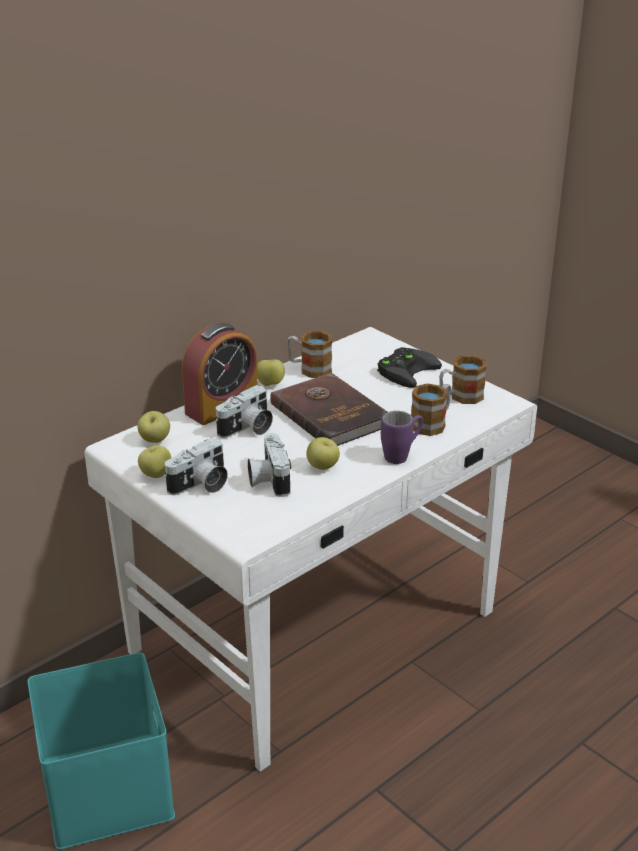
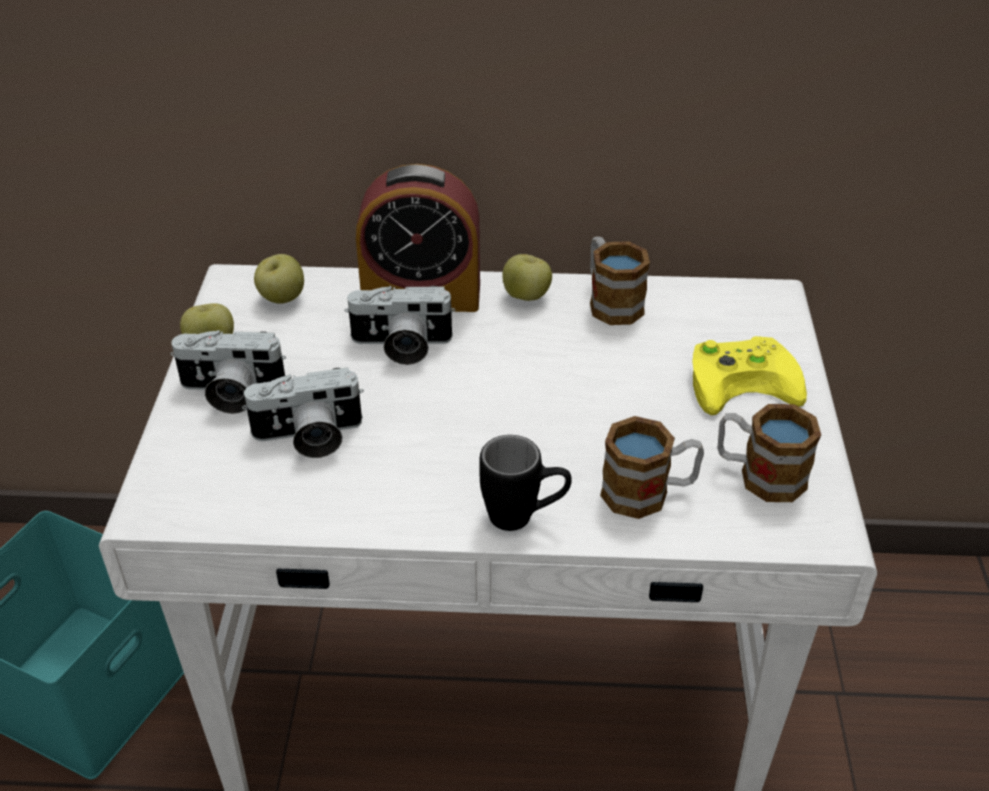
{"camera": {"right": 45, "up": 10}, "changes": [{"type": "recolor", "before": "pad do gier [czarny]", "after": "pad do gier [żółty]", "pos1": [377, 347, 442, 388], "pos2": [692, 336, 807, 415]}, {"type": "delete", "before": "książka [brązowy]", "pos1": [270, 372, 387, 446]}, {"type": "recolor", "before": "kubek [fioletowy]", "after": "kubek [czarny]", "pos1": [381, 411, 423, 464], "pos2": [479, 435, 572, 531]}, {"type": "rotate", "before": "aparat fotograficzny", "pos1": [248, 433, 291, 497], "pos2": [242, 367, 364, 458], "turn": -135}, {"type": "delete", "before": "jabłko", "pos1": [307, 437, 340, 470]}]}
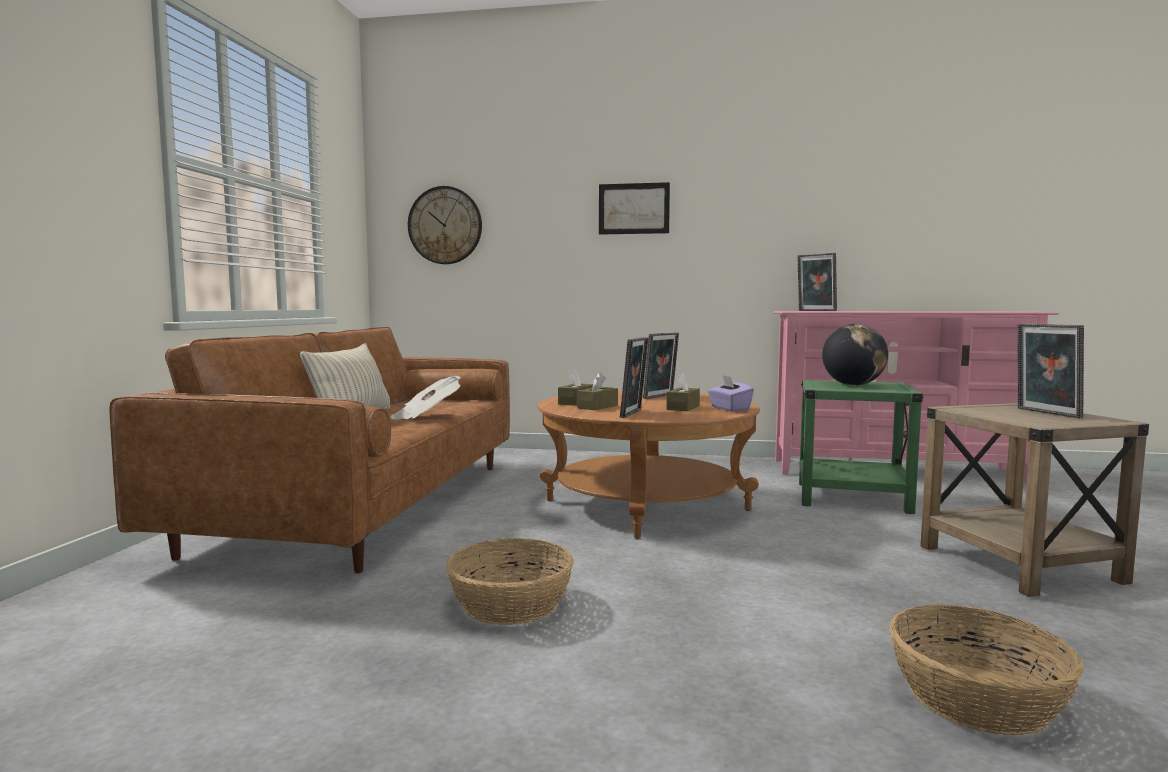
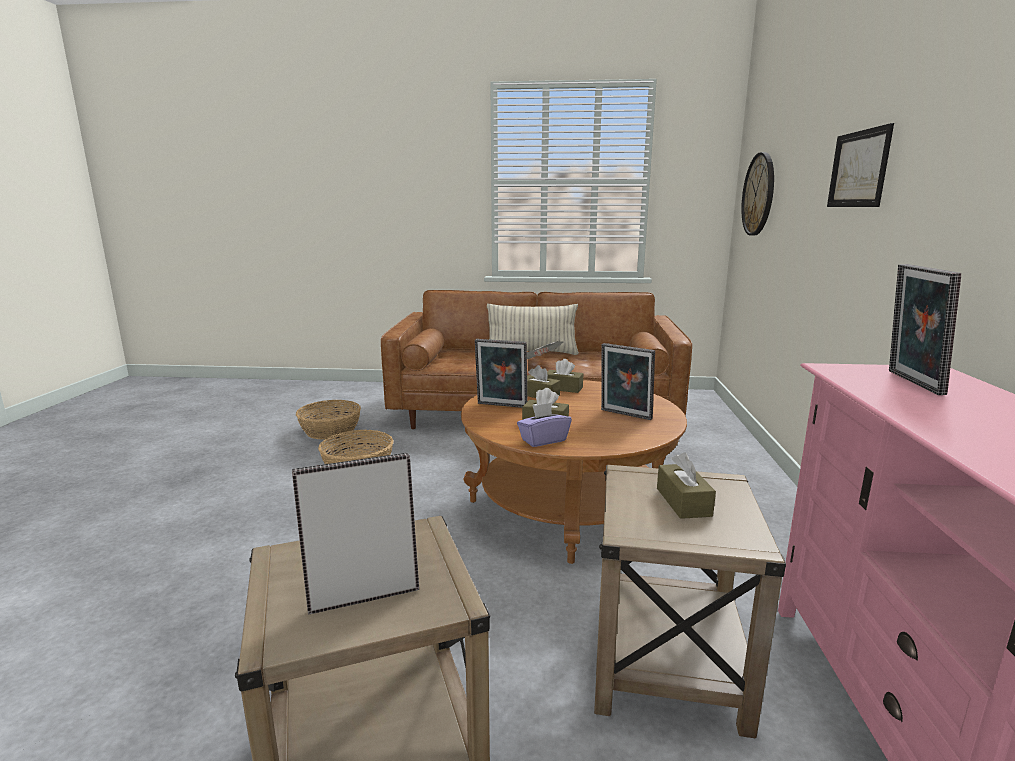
{"camera": {"right": 85, "up": 10}, "changes": [{"type": "rotate", "before": "ramka na zdjęcie", "pos1": [797, 253, 837, 311], "pos2": [889, 264, 961, 395], "turn": -45}, {"type": "replace", "before": "globus", "after": "pudełko chusteczek [brązowy]", "pos1": [822, 324, 888, 386], "pos2": [657, 452, 716, 519]}, {"type": "recolor", "before": "stolik [zielony]", "after": "stolik [beżowy]", "pos1": [799, 380, 923, 514], "pos2": [594, 465, 786, 738]}, {"type": "move", "before": "koszyk", "pos1": [889, 604, 1084, 735], "pos2": [296, 400, 361, 440]}]}
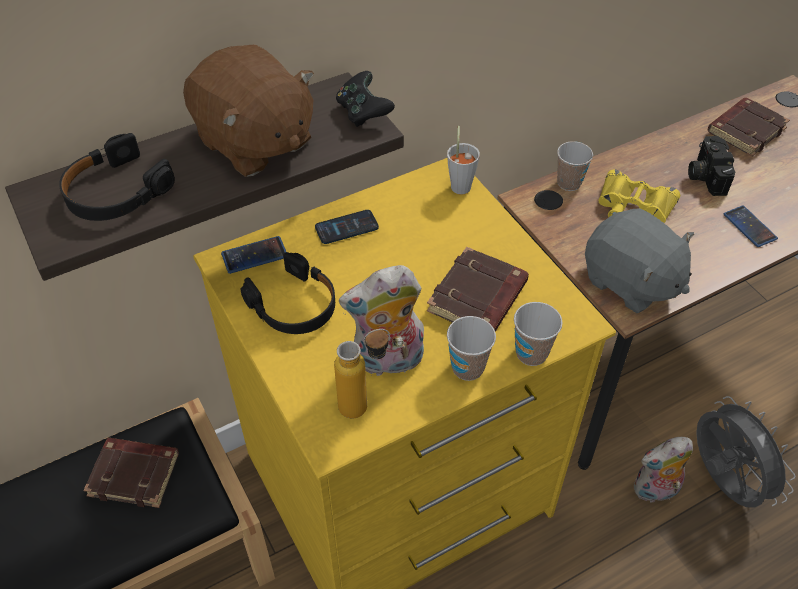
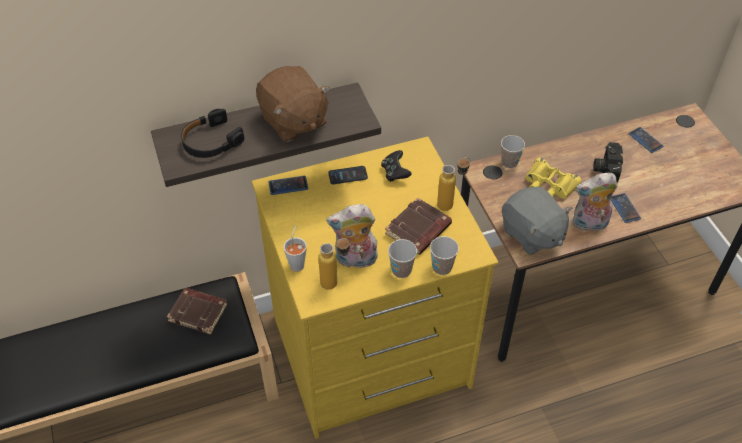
{"camera": {"right": 10, "up": 0}, "changes": [{"type": "move", "before": "pad do gier [czarny]", "pos1": [336, 71, 395, 127], "pos2": [381, 150, 412, 182]}, {"type": "replace", "before": "książka [brązowy]", "after": "telefon", "pos1": [707, 98, 790, 157], "pos2": [628, 127, 663, 153]}, {"type": "move", "before": "filiżanka [szary]", "pos1": [447, 126, 480, 194], "pos2": [284, 225, 307, 272]}, {"type": "delete", "before": "słuchawki [czarny]", "pos1": [241, 252, 335, 334]}, {"type": "delete", "before": "wentylator [szary]", "pos1": [696, 396, 795, 508]}, {"type": "move", "before": "pluszak", "pos1": [634, 437, 693, 503], "pos2": [573, 173, 618, 231]}, {"type": "insert", "after": "butelka", "pos2": [437, 158, 470, 211]}]}
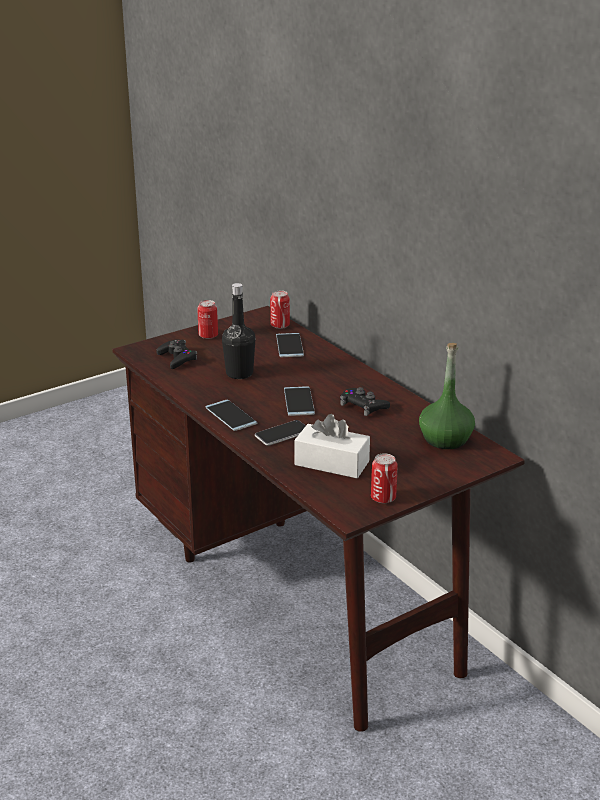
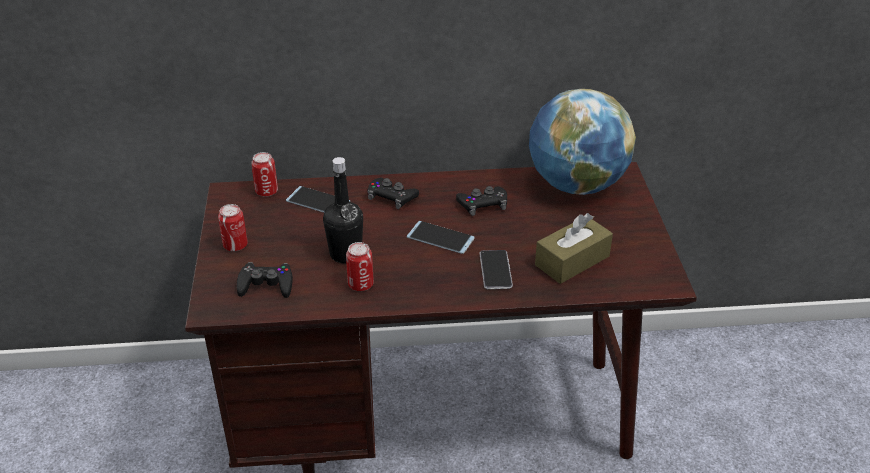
{"camera": {"right": -60, "up": 10}, "changes": [{"type": "replace", "before": "butelka [zielony]", "after": "globus", "pos1": [419, 343, 475, 449], "pos2": [529, 89, 636, 195]}, {"type": "delete", "before": "telefon", "pos1": [205, 400, 258, 431]}, {"type": "recolor", "before": "pudełko chusteczek [biały]", "after": "pudełko chusteczek [brązowy]", "pos1": [294, 414, 370, 478], "pos2": [535, 213, 613, 284]}, {"type": "move", "before": "puszka", "pos1": [371, 453, 397, 503], "pos2": [346, 242, 374, 291]}, {"type": "insert", "after": "pad do gier [czarny]", "pos2": [367, 178, 419, 209]}]}
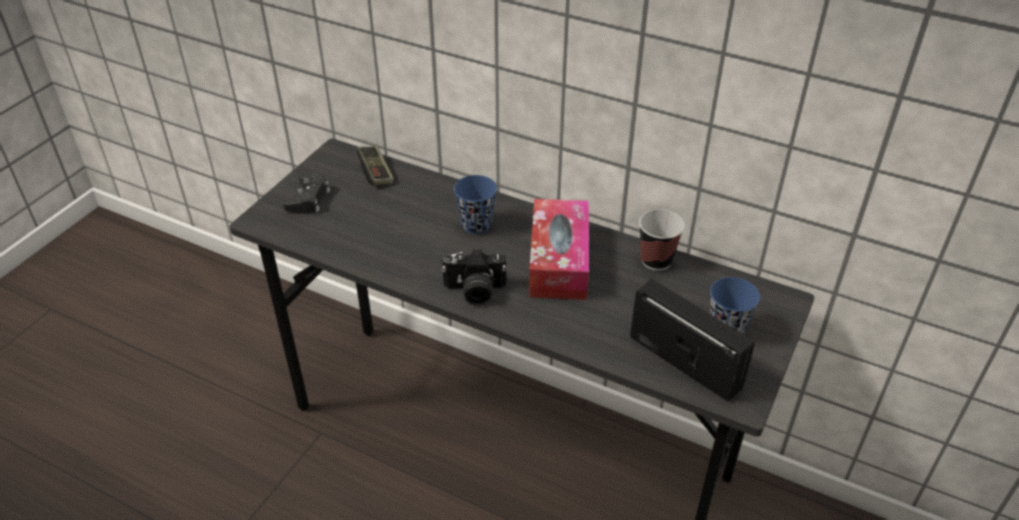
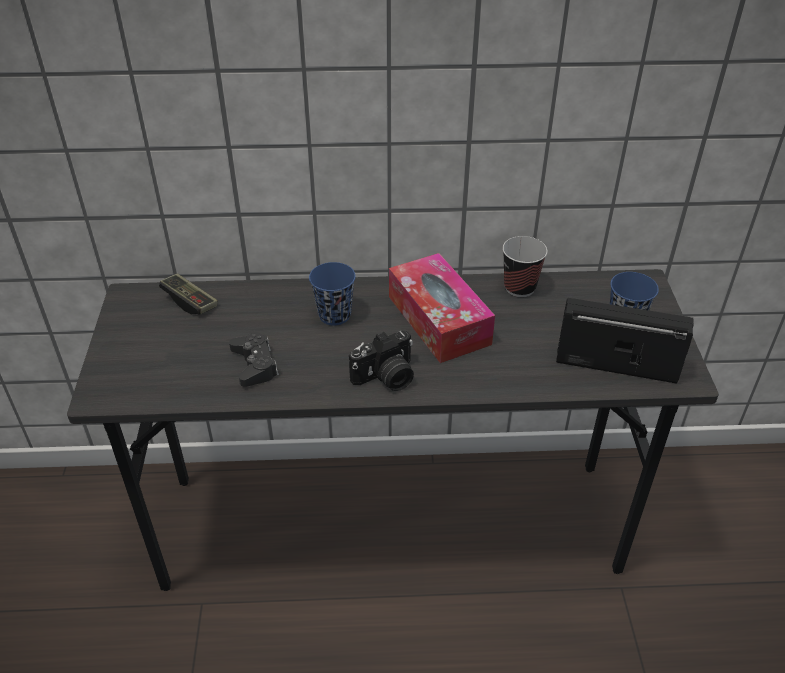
{"camera": {"right": -30, "up": 0}, "changes": [{"type": "move", "before": "pad do gier [czarny]", "pos1": [283, 173, 330, 214], "pos2": [229, 333, 279, 387]}]}
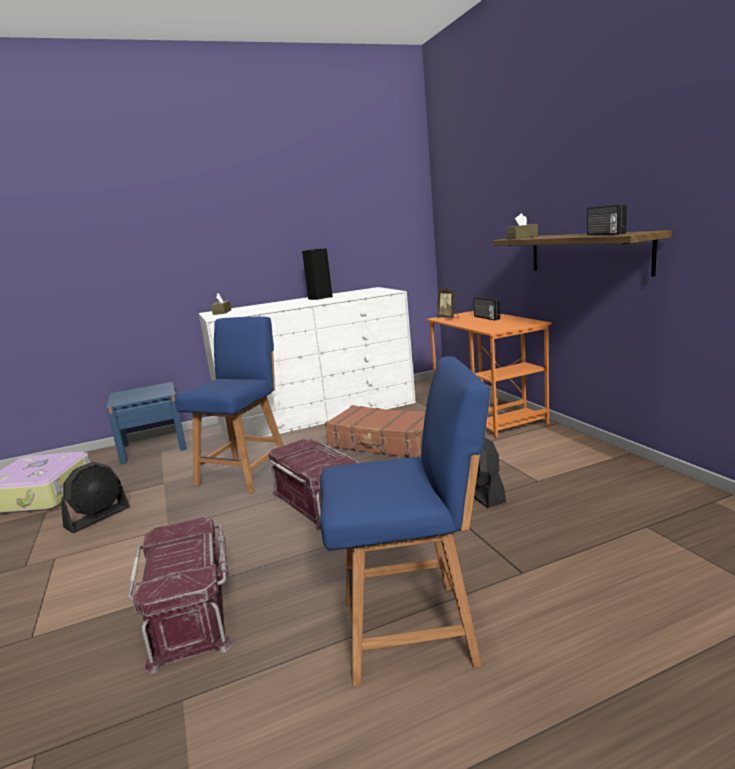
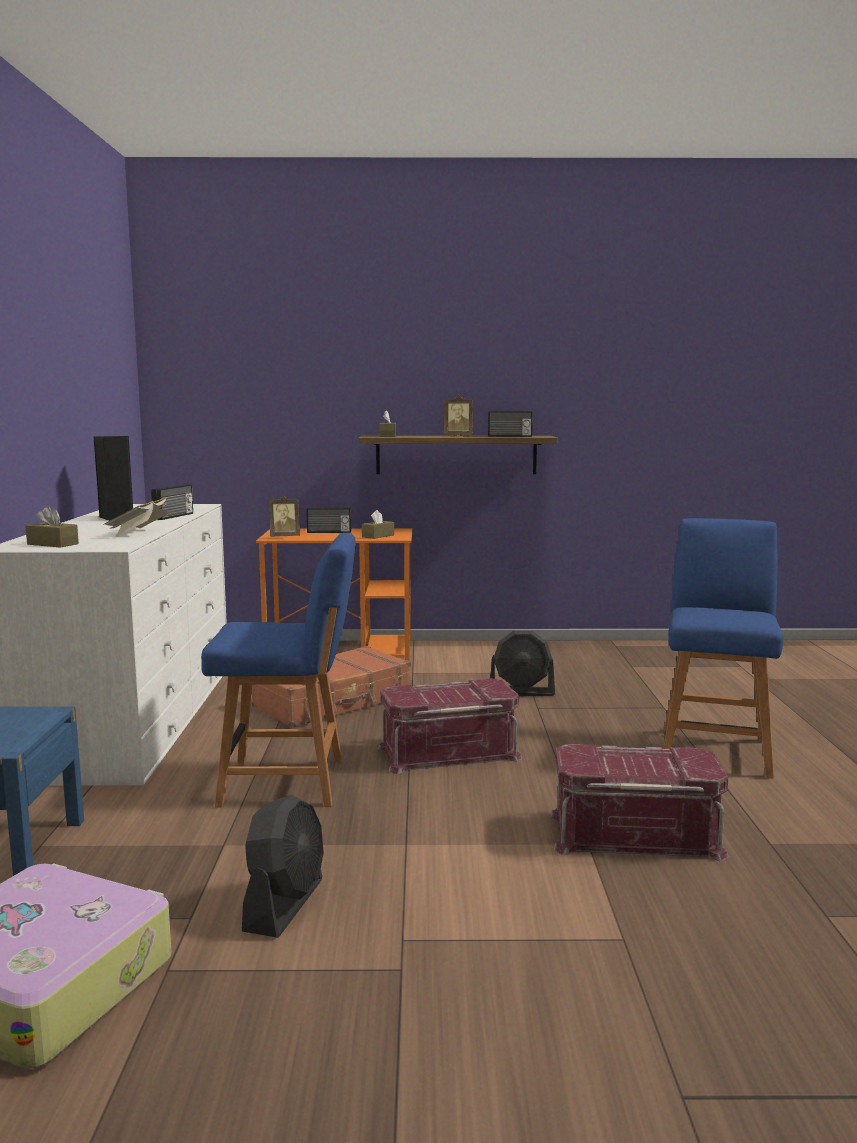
{"camera": {"right": -70, "up": -5}, "changes": [{"type": "rotate", "before": "krzesło [niebieski]", "pos1": [175, 317, 284, 493], "pos2": [201, 533, 356, 807], "turn": 135}, {"type": "rotate", "before": "wentylator [czarny]", "pos1": [62, 462, 130, 533], "pos2": [242, 795, 324, 938], "turn": 45}, {"type": "insert", "after": "ramka na zdjęcie", "pos2": [444, 395, 473, 436]}, {"type": "insert", "after": "radio", "pos2": [151, 484, 193, 520]}, {"type": "insert", "after": "książka", "pos2": [105, 498, 171, 537]}, {"type": "insert", "after": "pudełko chusteczek [brązowy]", "pos2": [362, 510, 394, 539]}]}
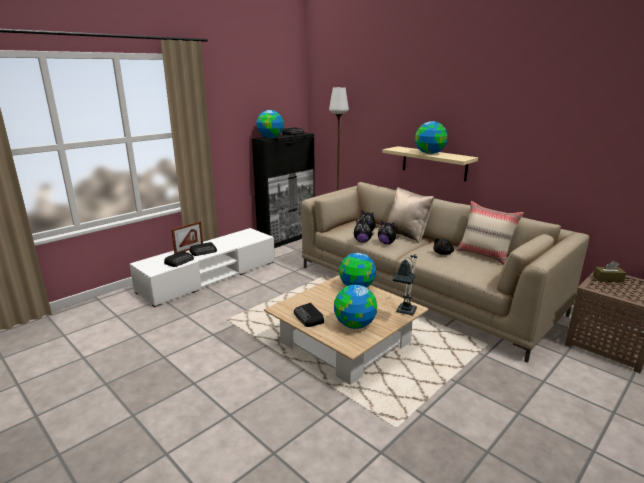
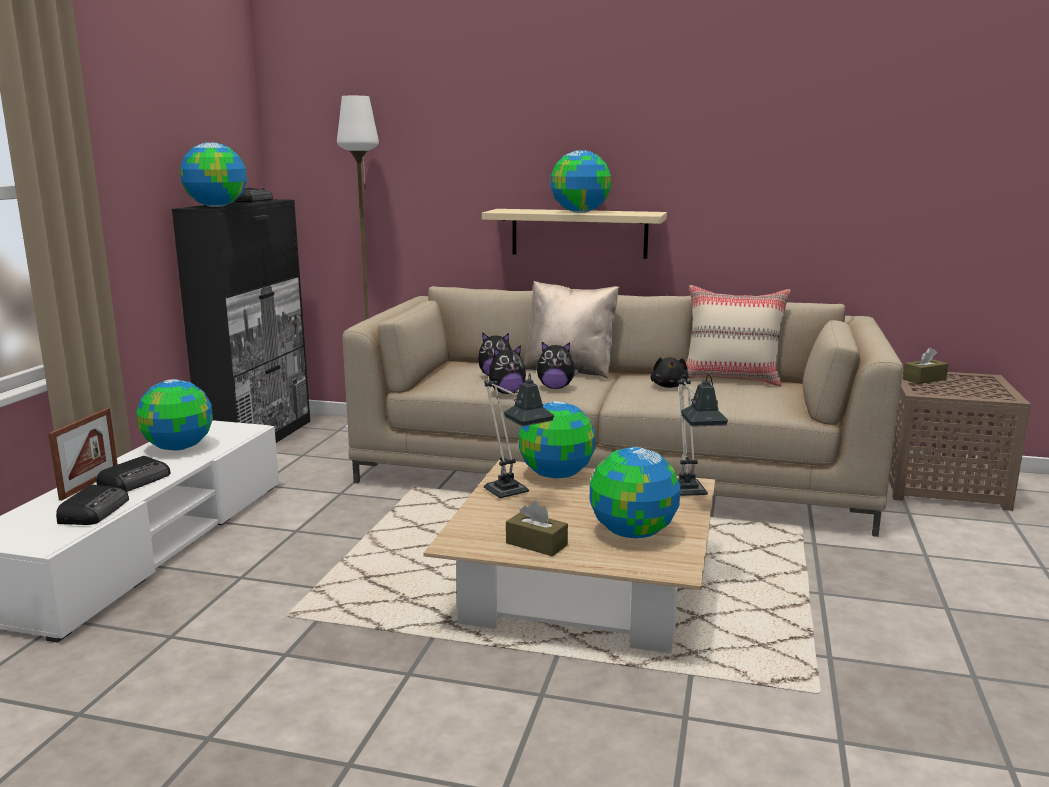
{"camera": {"right": -30, "up": -5}, "changes": [{"type": "replace", "before": "radio", "after": "pudełko chusteczek [brązowy]", "pos1": [294, 303, 324, 327], "pos2": [506, 501, 568, 556]}, {"type": "insert", "after": "lampa stołowa", "pos2": [484, 373, 554, 498]}, {"type": "insert", "after": "globus", "pos2": [136, 379, 213, 451]}]}
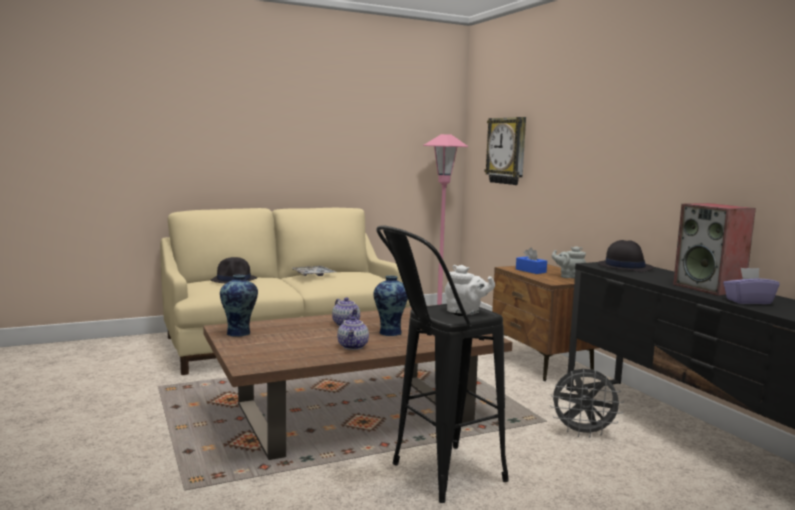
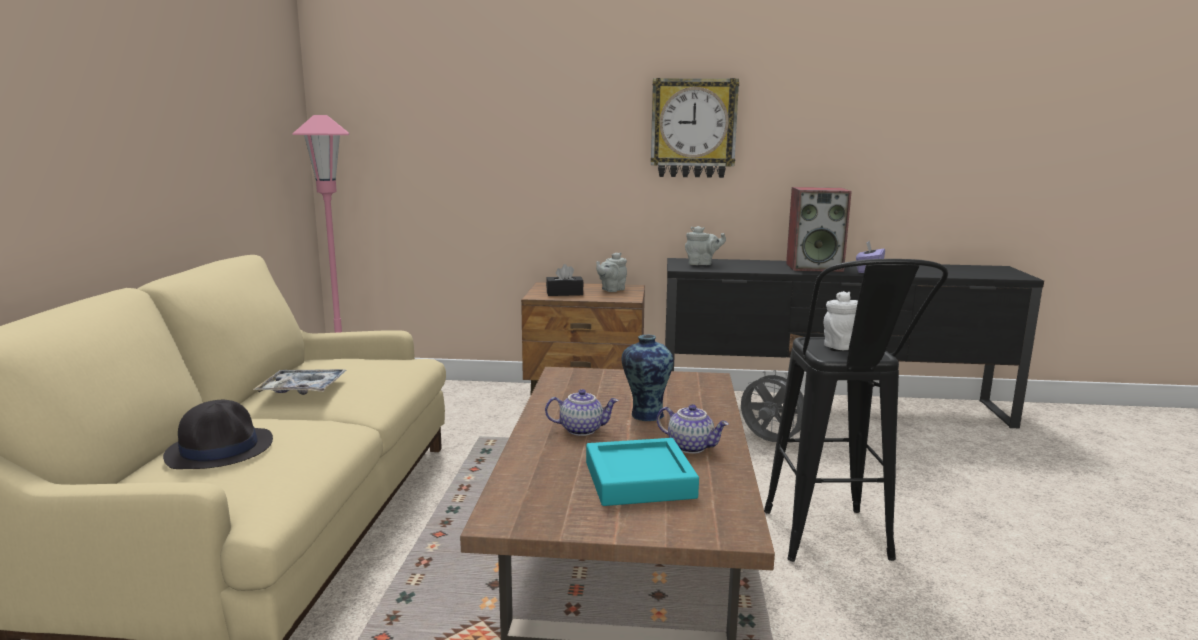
{"camera": {"right": -60, "up": 5}, "changes": [{"type": "move", "before": "zegar ścienny", "pos1": [484, 117, 526, 185], "pos2": [651, 78, 739, 178]}, {"type": "replace", "before": "kapelusz [czarny]", "after": "imbryk [szary]", "pos1": [598, 240, 654, 272], "pos2": [685, 226, 726, 265]}, {"type": "recolor", "before": "pudełko chusteczek [niebieski]", "after": "pudełko chusteczek [czarny]", "pos1": [516, 247, 547, 274], "pos2": [546, 264, 584, 296]}, {"type": "delete", "before": "wazon", "pos1": [220, 275, 258, 337]}, {"type": "rotate", "before": "wentylator [szary]", "pos1": [550, 369, 624, 438], "pos2": [741, 370, 804, 442], "turn": -90}, {"type": "insert", "after": "taca [turkusowy]", "pos2": [586, 438, 699, 506]}]}
